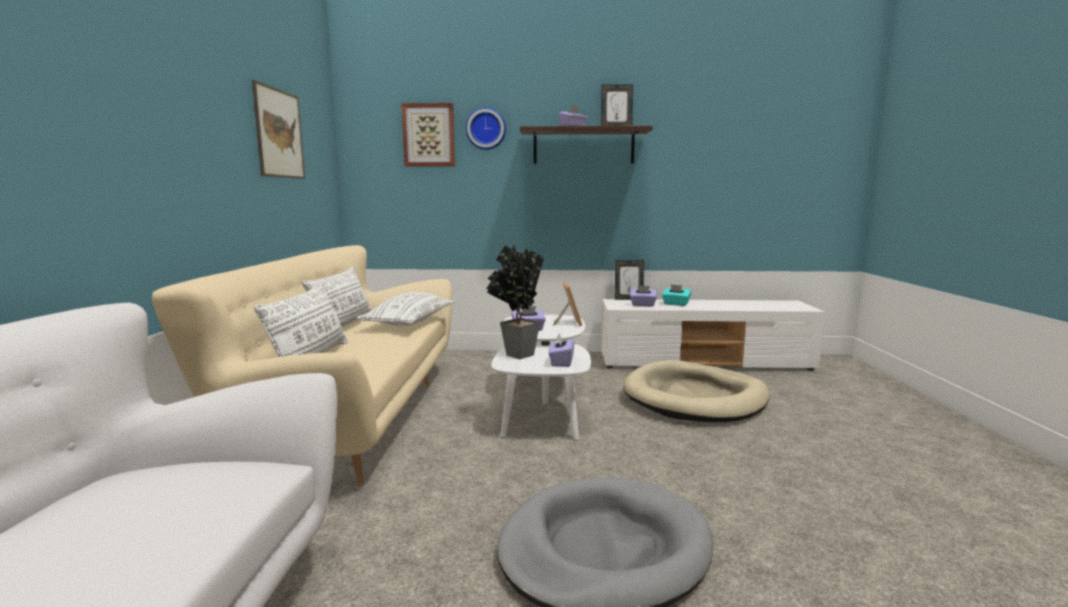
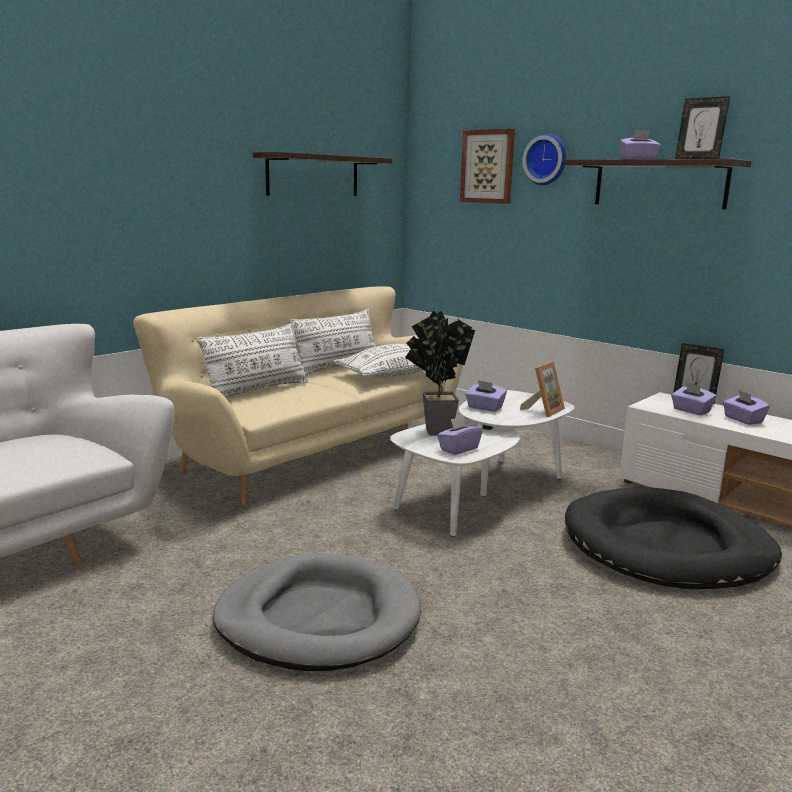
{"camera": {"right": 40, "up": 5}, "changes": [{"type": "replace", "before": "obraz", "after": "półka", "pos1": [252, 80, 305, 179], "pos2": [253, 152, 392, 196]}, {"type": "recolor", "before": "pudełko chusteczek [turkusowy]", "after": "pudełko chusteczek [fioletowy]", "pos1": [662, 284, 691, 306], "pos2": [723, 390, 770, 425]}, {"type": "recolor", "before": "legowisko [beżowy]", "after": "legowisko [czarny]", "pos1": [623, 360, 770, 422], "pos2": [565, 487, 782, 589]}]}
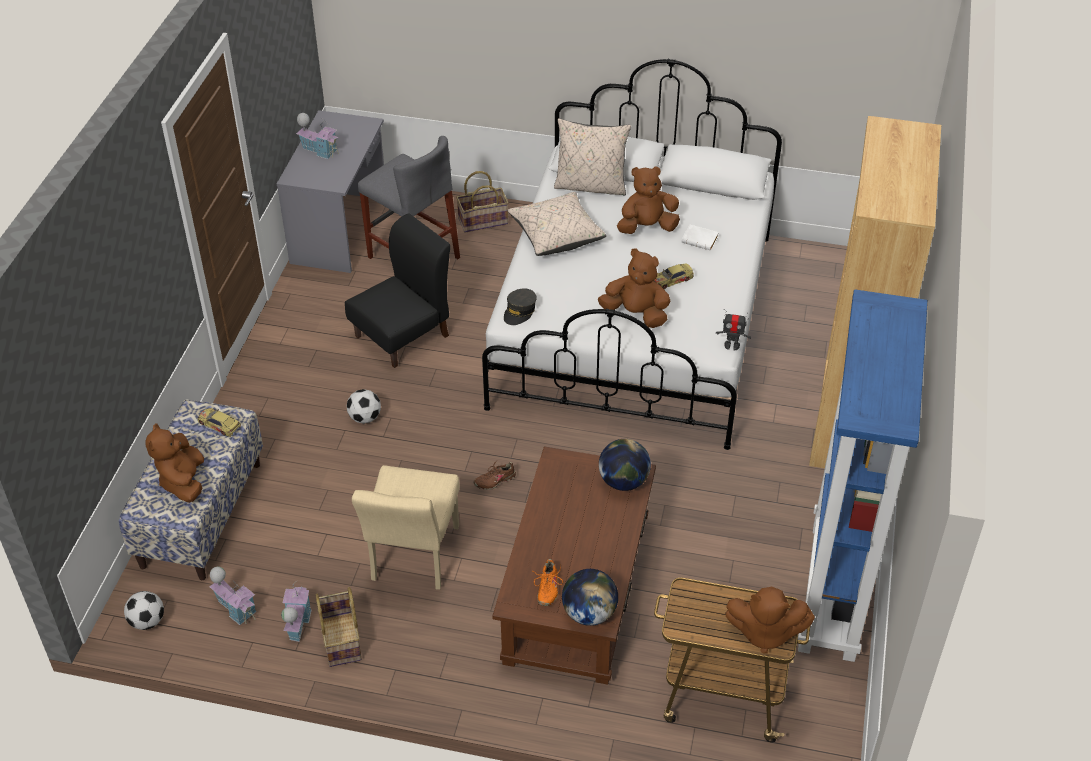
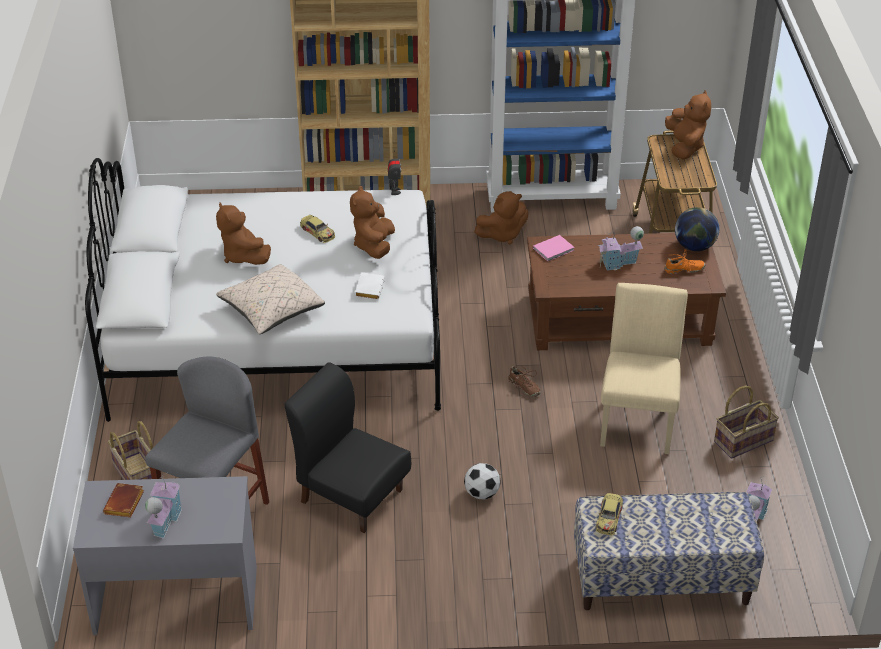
{"camera": {"right": -105, "up": -5}, "changes": [{"type": "delete", "before": "poduszka [beżowy]", "pos1": [554, 118, 631, 195]}, {"type": "move", "before": "książka [biały]", "pos1": [681, 225, 719, 251], "pos2": [355, 272, 385, 300]}, {"type": "delete", "before": "czapka z daszkiem [szary]", "pos1": [504, 288, 537, 325]}, {"type": "move", "before": "pluszak [brązowy]", "pos1": [146, 423, 204, 503], "pos2": [474, 191, 529, 244]}, {"type": "replace", "before": "globus", "after": "książka [różowy]", "pos1": [599, 439, 651, 491], "pos2": [533, 235, 575, 261]}, {"type": "rotate", "before": "krzesło [beżowy]", "pos1": [352, 465, 460, 590], "pos2": [600, 283, 688, 454], "turn": -75}, {"type": "move", "before": "domek", "pos1": [281, 582, 312, 642], "pos2": [598, 226, 644, 271]}, {"type": "delete", "before": "piłka futbolowa", "pos1": [124, 591, 164, 630]}, {"type": "insert", "after": "książka [brązowy]", "pos2": [103, 483, 144, 517]}]}
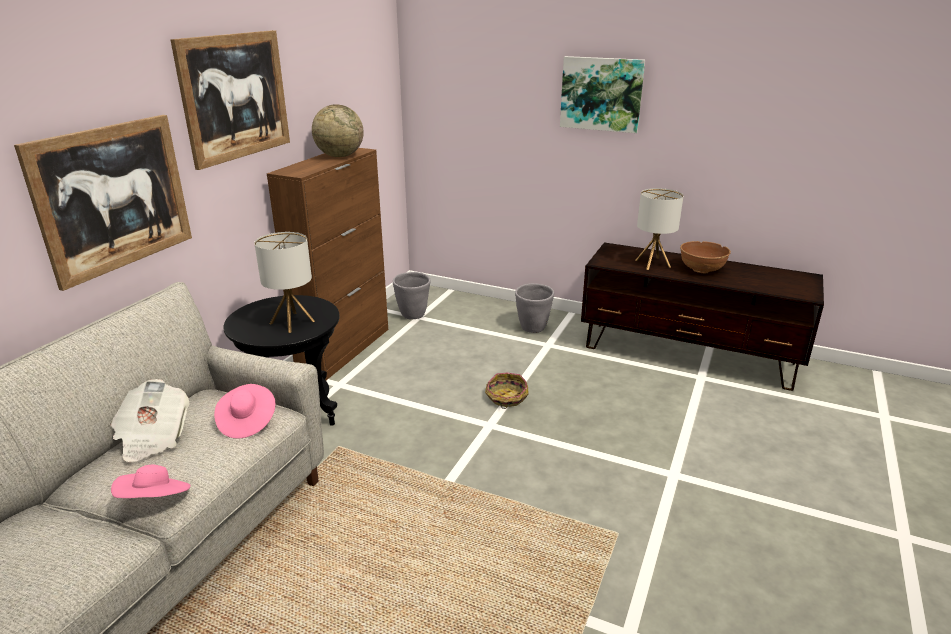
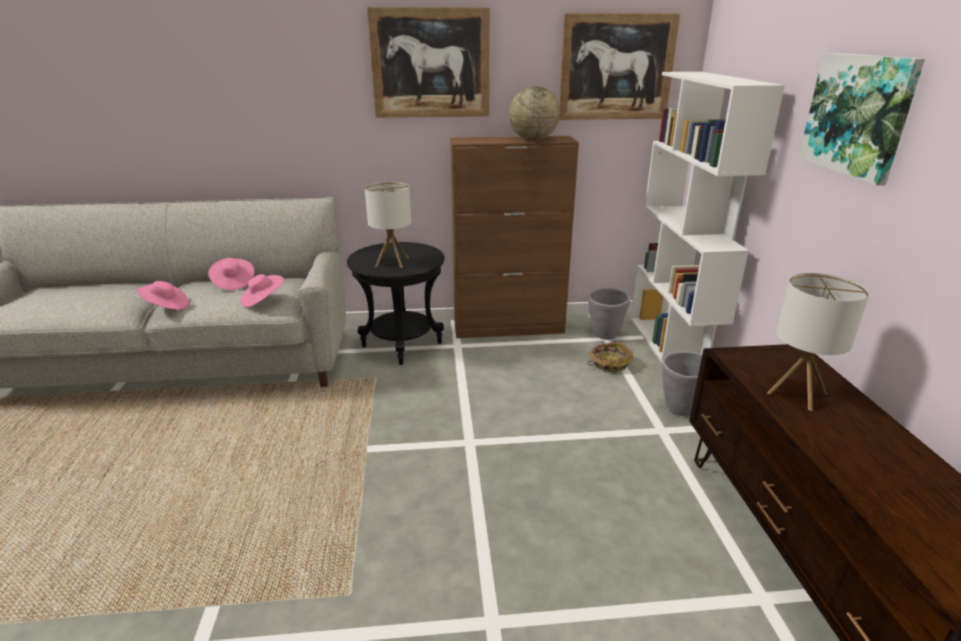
{"camera": {"right": 60, "up": 0}, "changes": [{"type": "move", "before": "obraz", "pos1": [14, 115, 192, 291], "pos2": [559, 13, 680, 120]}, {"type": "delete", "before": "miska [brązowy]", "pos1": [680, 241, 731, 273]}, {"type": "move", "before": "koszyk", "pos1": [485, 373, 529, 409], "pos2": [587, 341, 634, 372]}, {"type": "replace", "before": "gazeta", "after": "kapelusz [różowy]", "pos1": [110, 379, 190, 462], "pos2": [208, 258, 254, 290]}, {"type": "insert", "after": "regał [biały]", "pos2": [630, 72, 785, 363]}]}
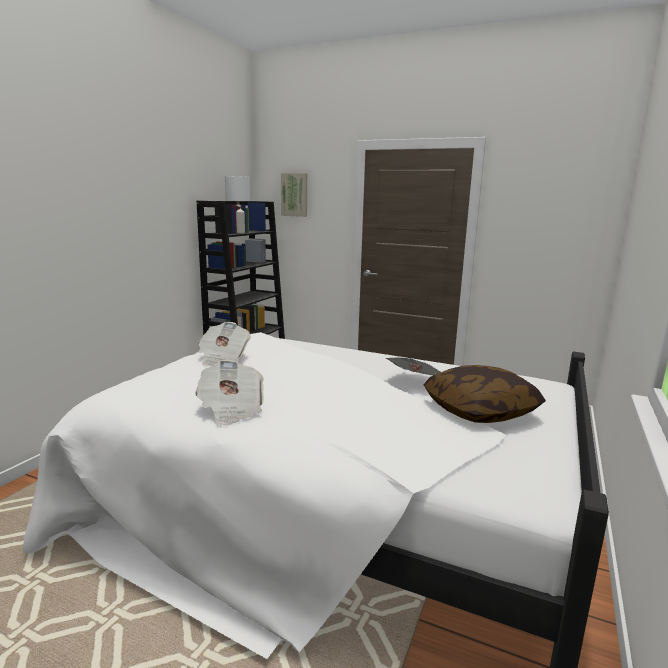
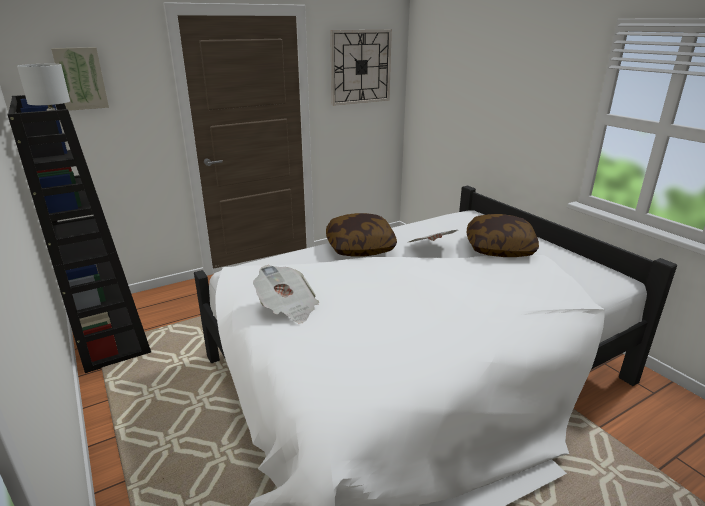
{"camera": {"right": -55, "up": 10}, "changes": [{"type": "delete", "before": "gazeta", "pos1": [195, 359, 264, 425]}, {"type": "insert", "after": "zegar ścienny", "pos2": [330, 30, 392, 106]}, {"type": "insert", "after": "poduszka", "pos2": [326, 213, 397, 257]}]}
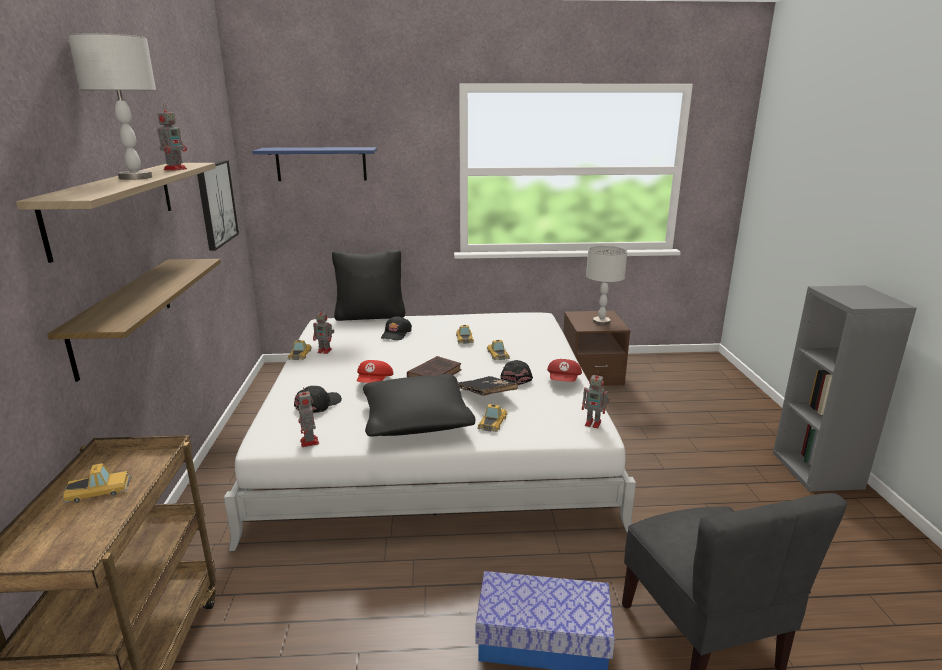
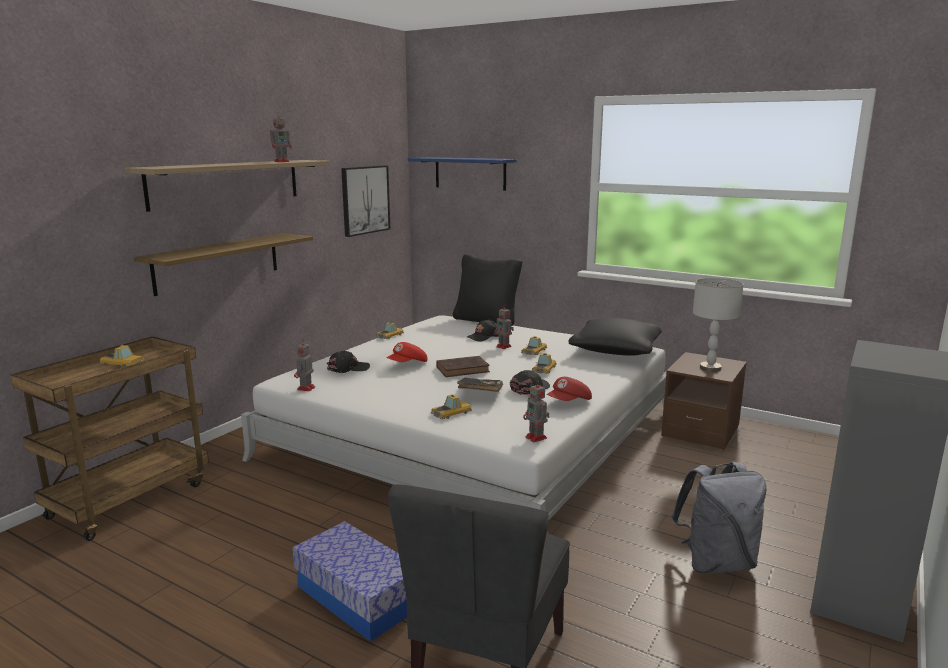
{"camera": {"right": 35, "up": -5}, "changes": [{"type": "delete", "before": "lampa stołowa [szary]", "pos1": [68, 33, 156, 180]}, {"type": "move", "before": "robot zabawkowy", "pos1": [313, 308, 334, 354], "pos2": [494, 304, 514, 349]}, {"type": "move", "before": "poduszka [czarny]", "pos1": [363, 374, 475, 437], "pos2": [568, 318, 662, 356]}, {"type": "insert", "after": "plecak [szary]", "pos2": [671, 462, 766, 574]}]}
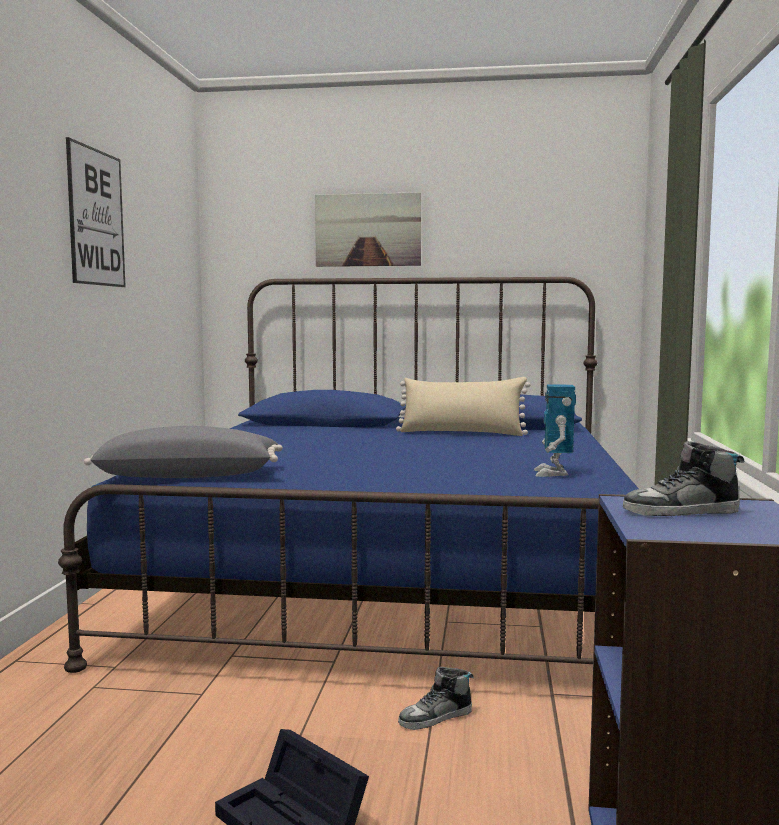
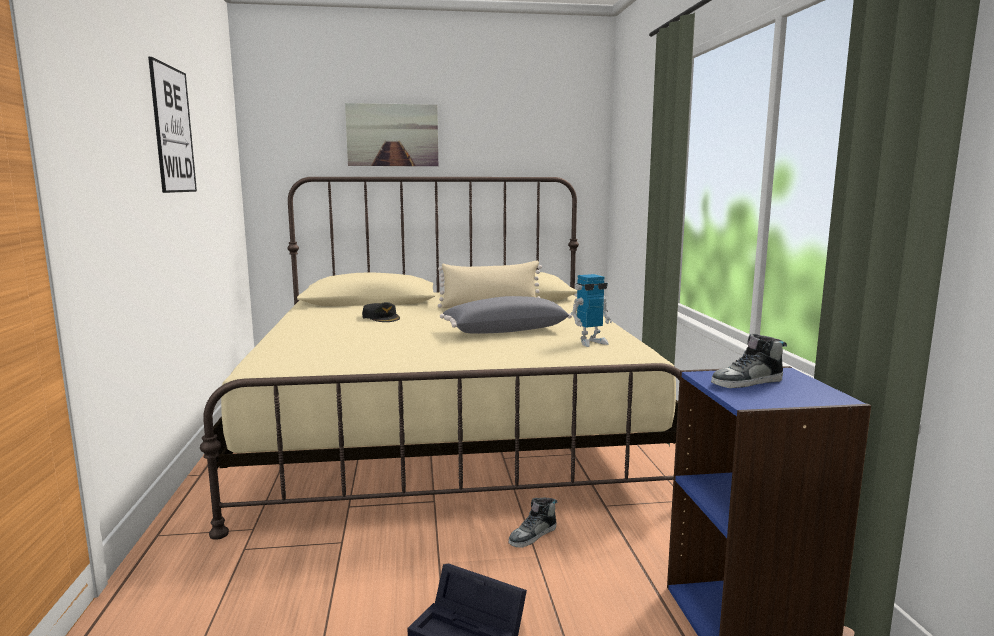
{"camera": {"right": -15, "up": 5}, "changes": [{"type": "recolor", "before": "łóżko [niebieski]", "after": "łóżko [beżowy]", "pos1": [58, 277, 639, 673], "pos2": [200, 177, 680, 540]}, {"type": "rotate", "before": "robot zabawkowy", "pos1": [534, 384, 576, 477], "pos2": [571, 274, 612, 347], "turn": -105}, {"type": "move", "before": "poduszka [szary]", "pos1": [84, 426, 283, 478], "pos2": [440, 296, 572, 334]}, {"type": "insert", "after": "czapka z daszkiem [czarny]", "pos2": [362, 302, 400, 322]}]}
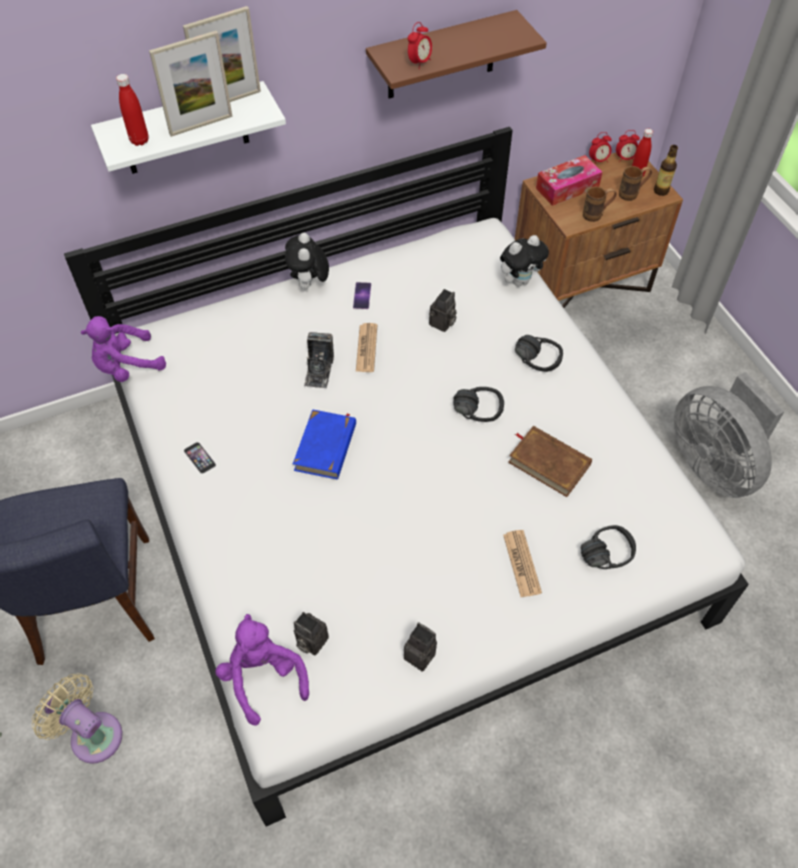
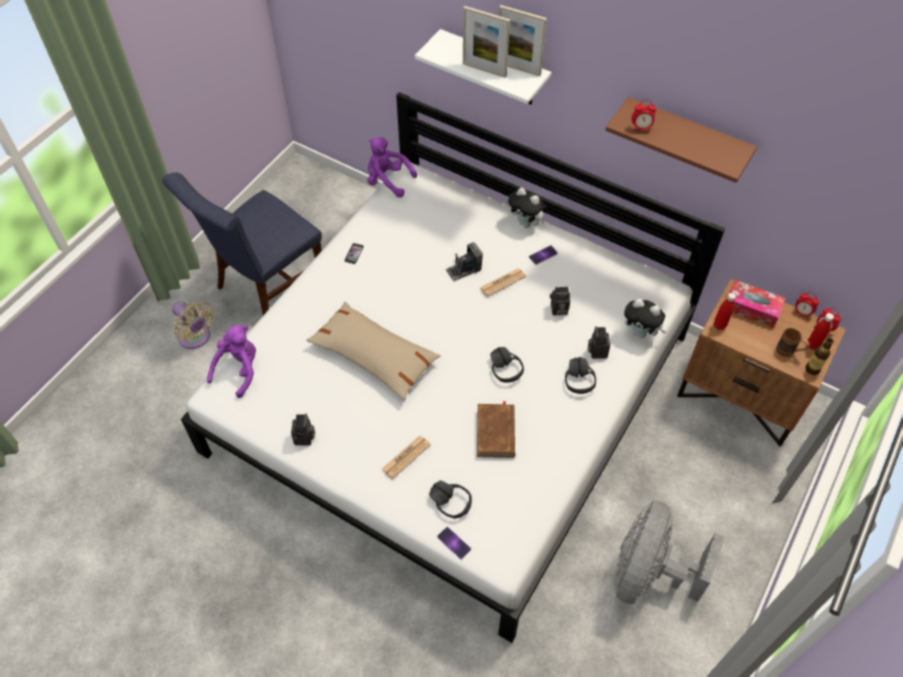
{"camera": {"right": 55, "up": 0}, "changes": [{"type": "move", "before": "butelka [czerwony]", "pos1": [116, 74, 148, 146], "pos2": [714, 293, 736, 330]}, {"type": "delete", "before": "kubek [brązowy]", "pos1": [583, 187, 617, 222]}, {"type": "rotate", "before": "pluszak", "pos1": [285, 233, 329, 289], "pos2": [508, 187, 548, 228], "turn": -105}, {"type": "delete", "before": "książka [niebieski]", "pos1": [293, 409, 356, 479]}, {"type": "move", "before": "aparat fotograficzny", "pos1": [294, 612, 329, 655], "pos2": [588, 326, 610, 359]}, {"type": "rotate", "before": "wentylator [beżowy]", "pos1": [32, 673, 122, 763], "pos2": [172, 301, 214, 349], "turn": 135}, {"type": "insert", "after": "poduszka [beżowy]", "pos2": [306, 302, 441, 400]}, {"type": "insert", "after": "telefon", "pos2": [437, 527, 471, 559]}]}
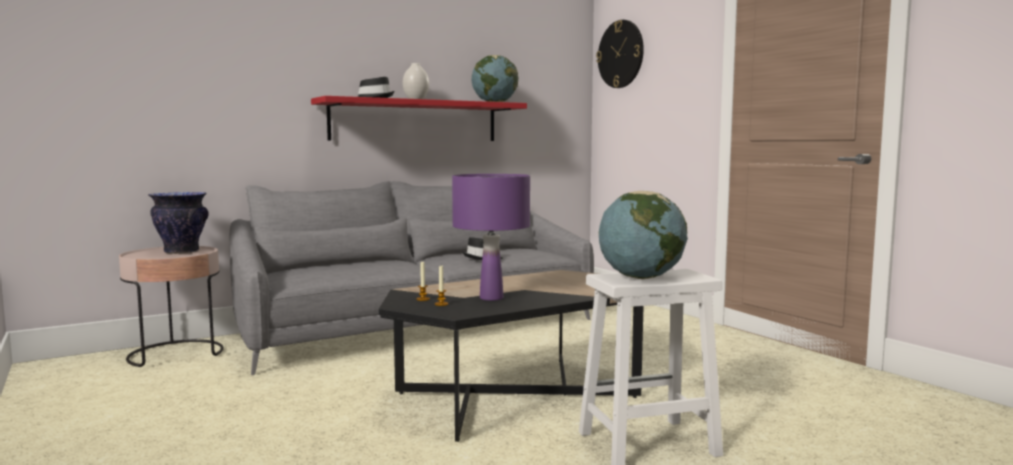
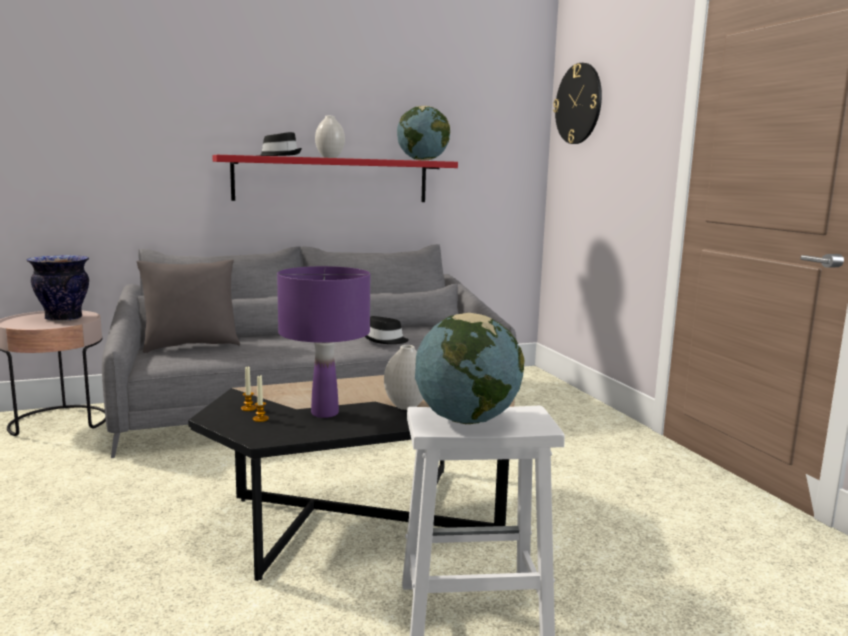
{"camera": {"right": 10, "up": 5}, "changes": [{"type": "insert", "after": "poduszka [szary]", "pos2": [136, 260, 240, 353]}, {"type": "insert", "after": "wazon [biały]", "pos2": [384, 345, 423, 410]}]}
